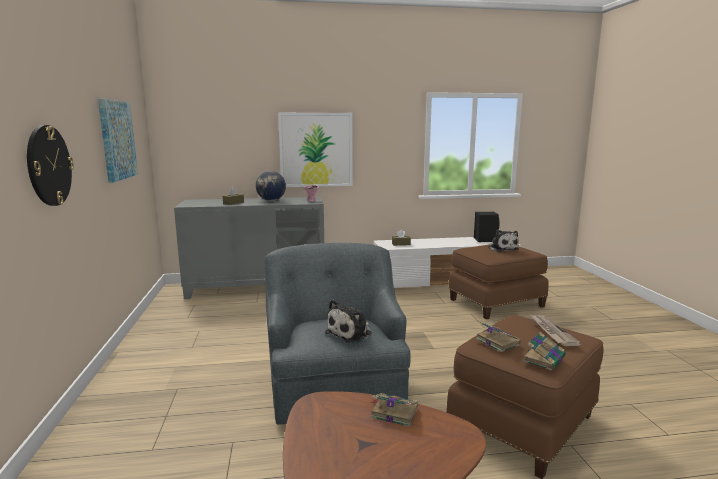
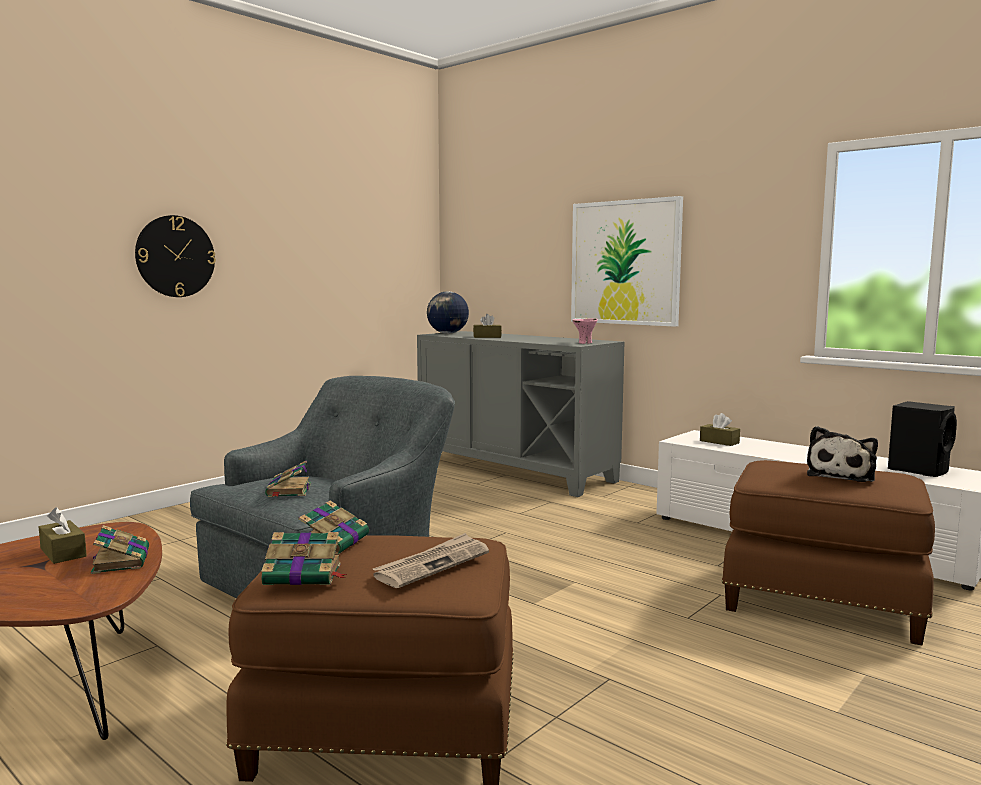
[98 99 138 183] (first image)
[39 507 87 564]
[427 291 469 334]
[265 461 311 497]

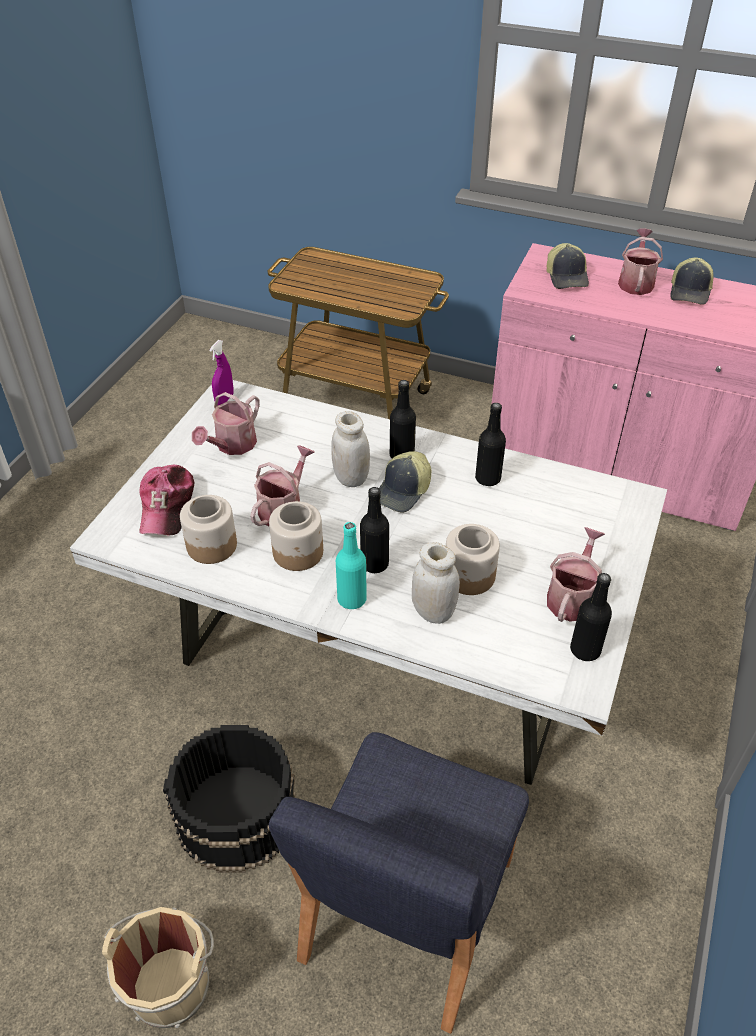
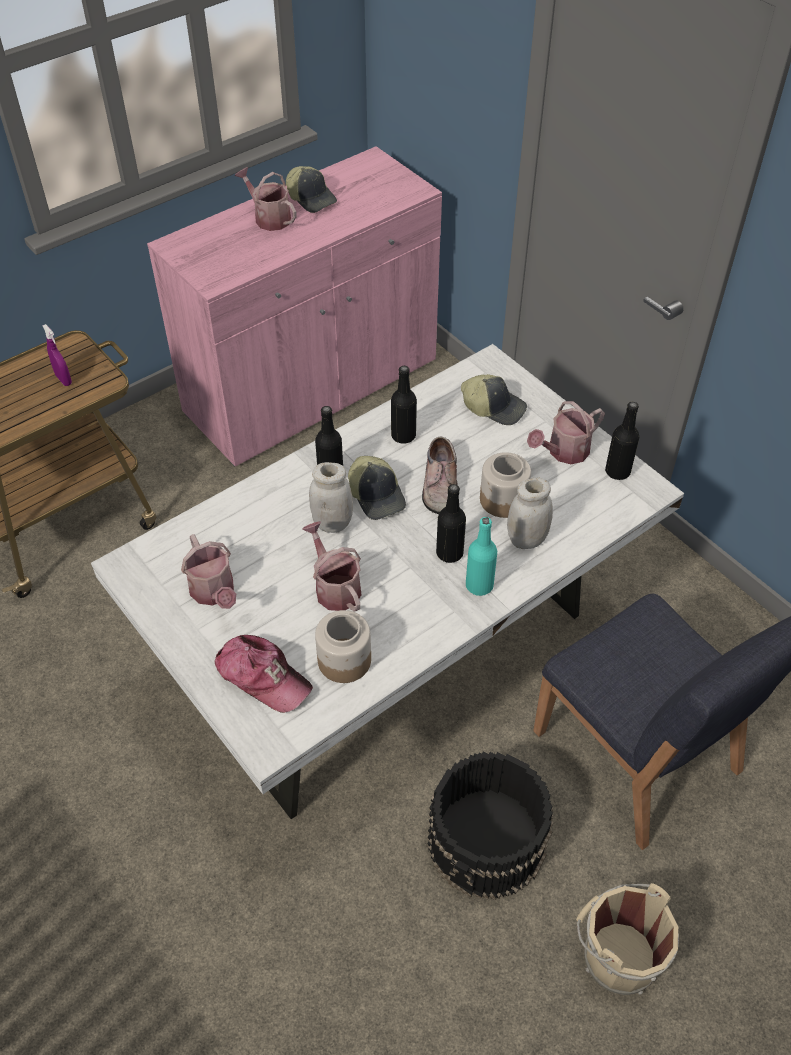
[269 501 323 571] (first image)
[422 437 457 514]
[42 324 72 386]
[461 374 527 425]
[527 401 605 464]

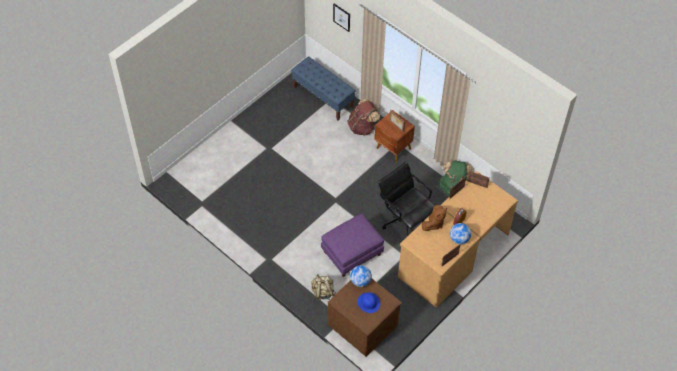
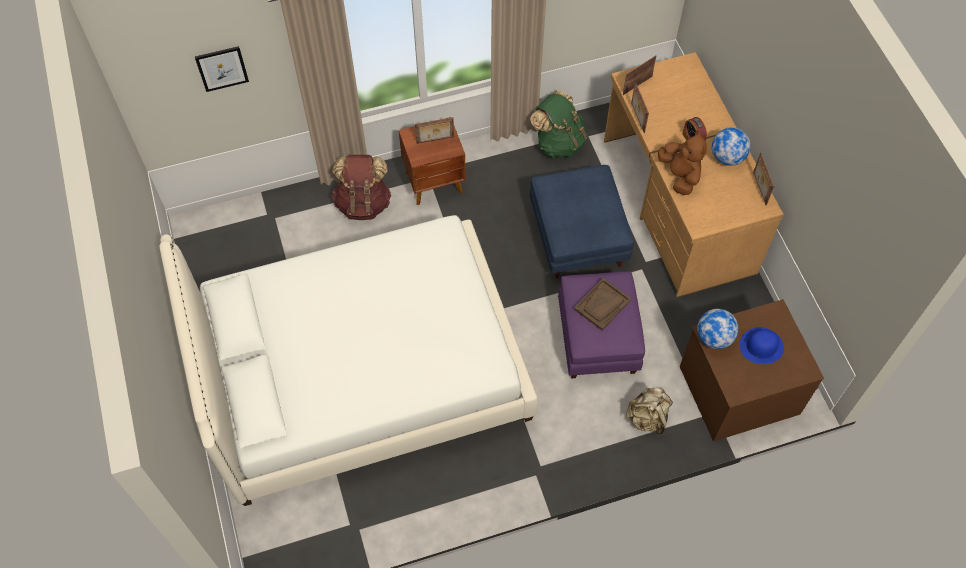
[291 56 356 121] (first image)
[159 215 538 506]
[574 278 631 331]
[530 165 634 279]

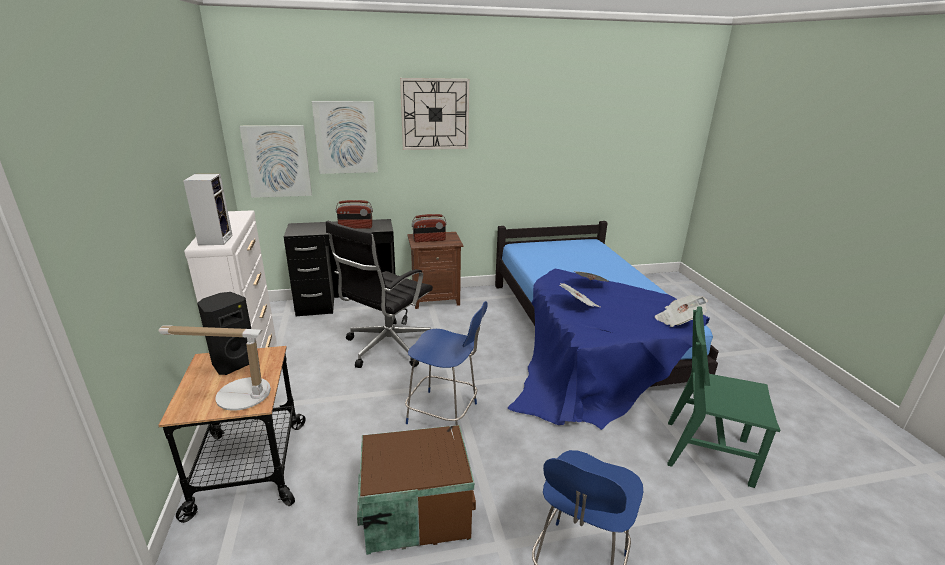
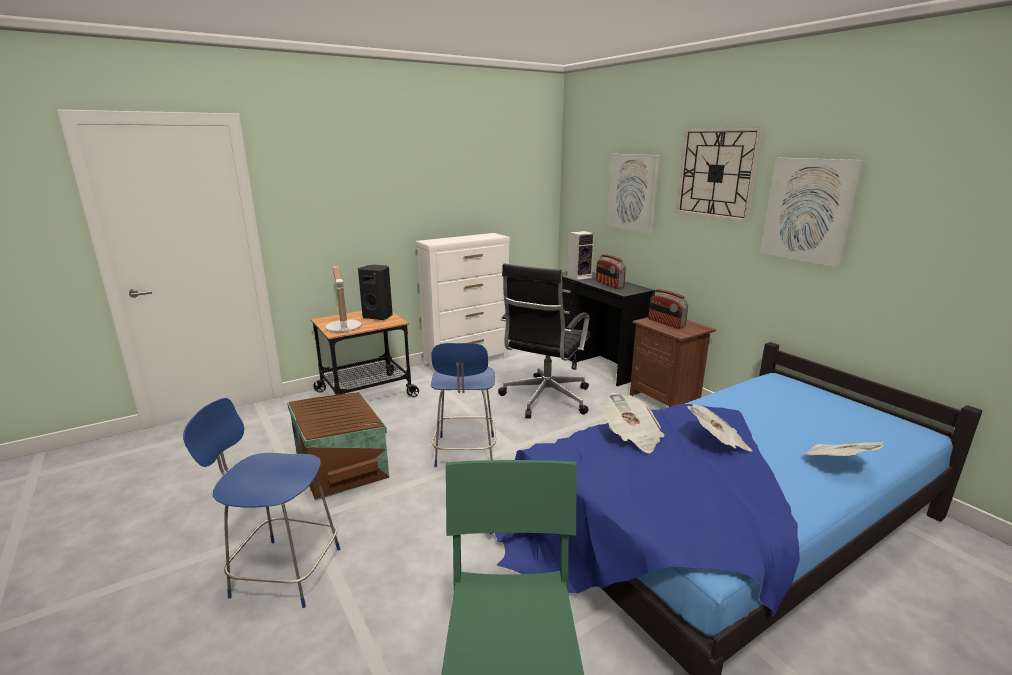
[568 231 595 280]
[760 158 865 267]
[801 442 884 456]
[498 264 591 418]

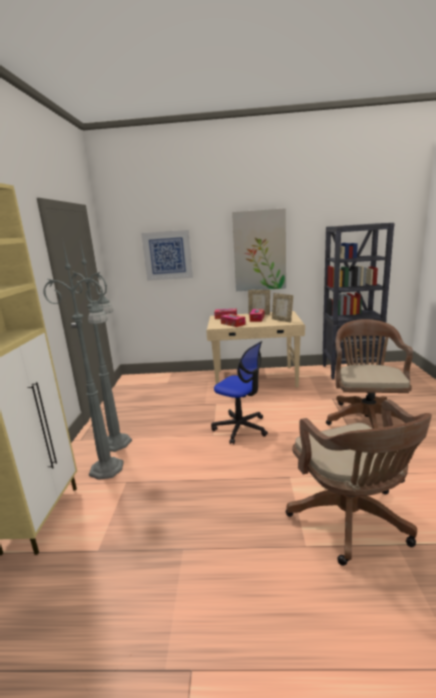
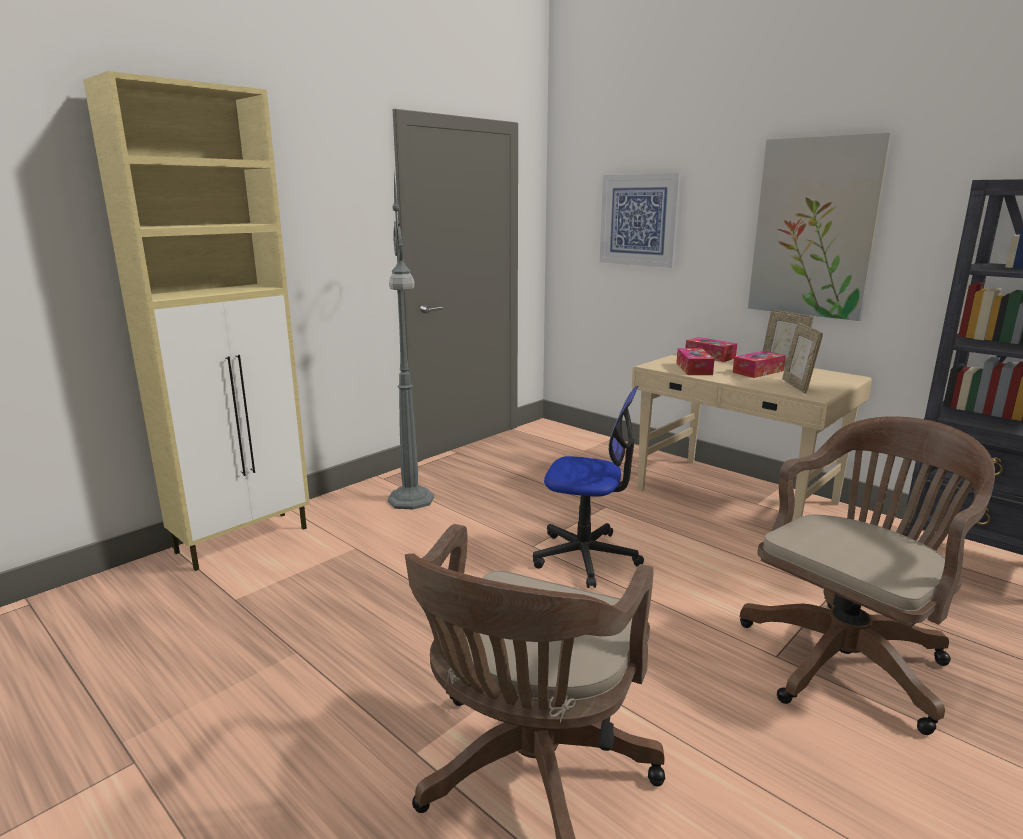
[43 238 124 480] (first image)
[533 386 644 588]

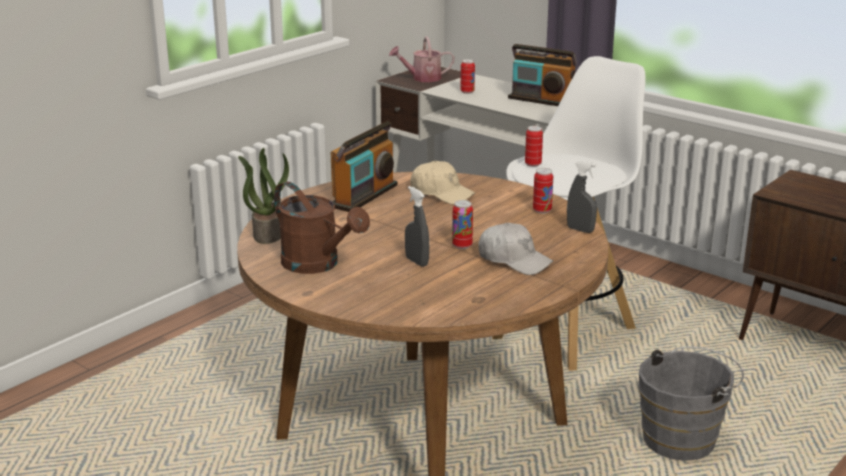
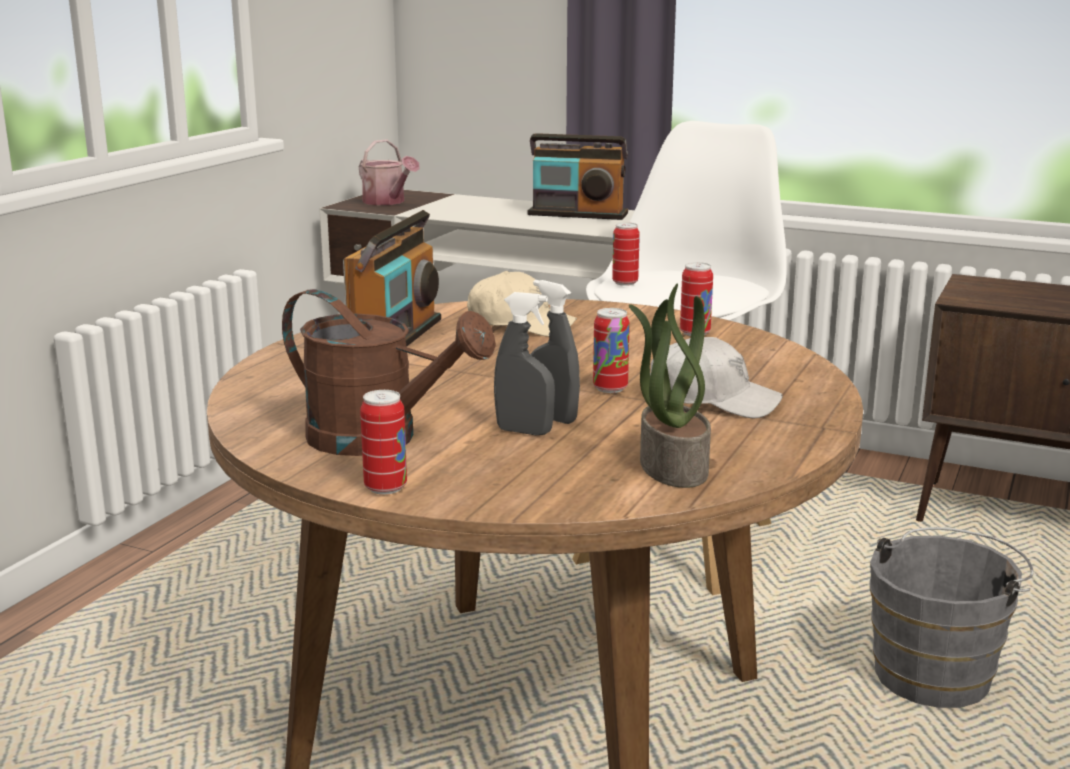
[629 283 711 488]
[360 390 407 495]
[494 292 555 435]
[359 139 420 205]

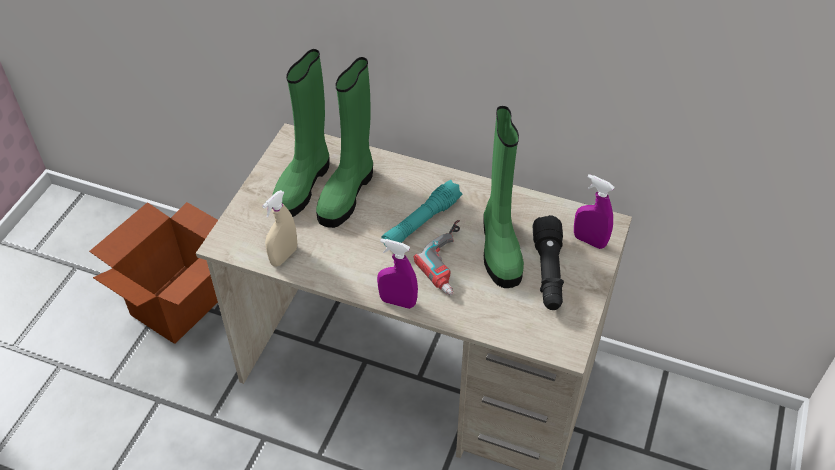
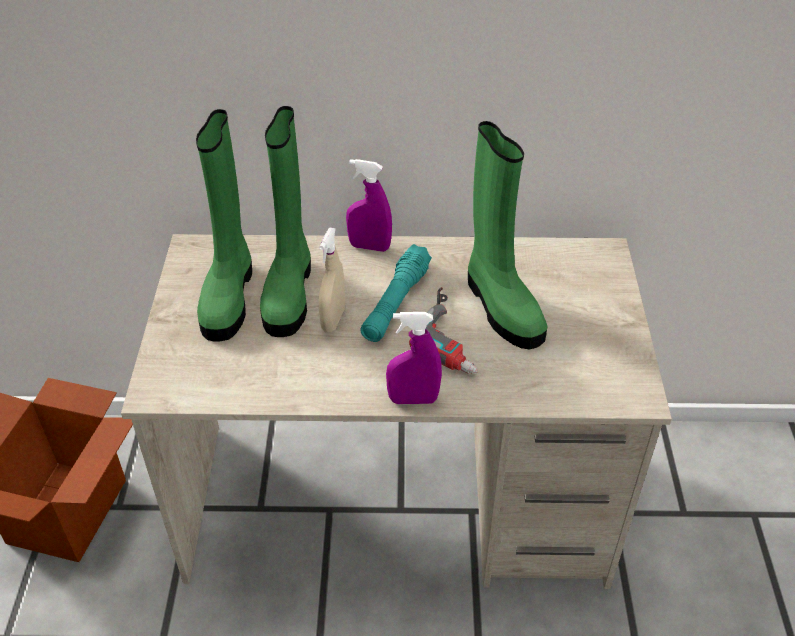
[532 215 564 310] (first image)
[318 227 345 332]
[346 159 392 252]

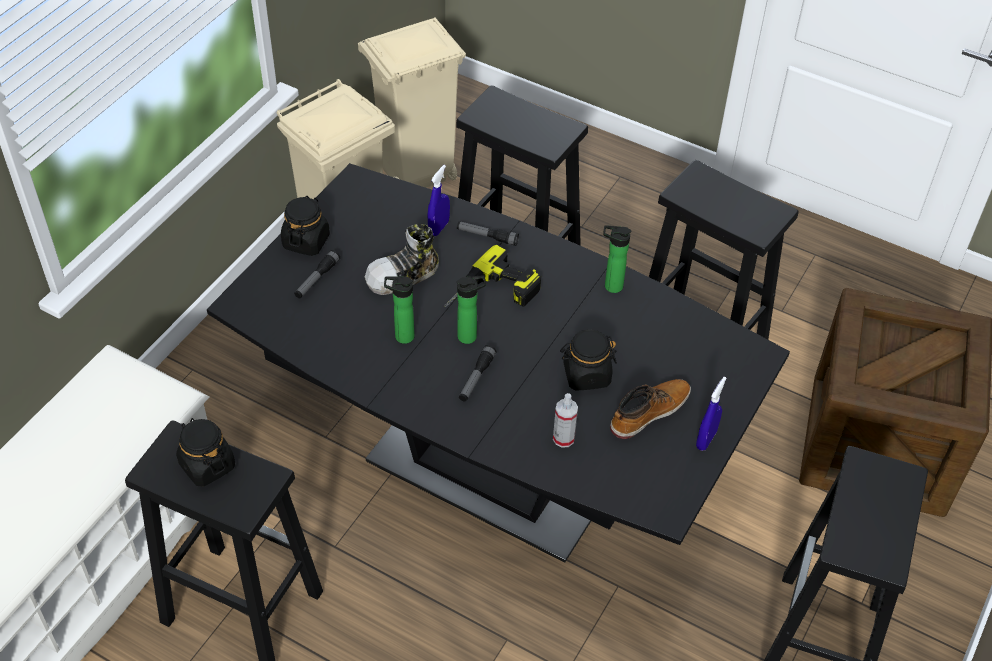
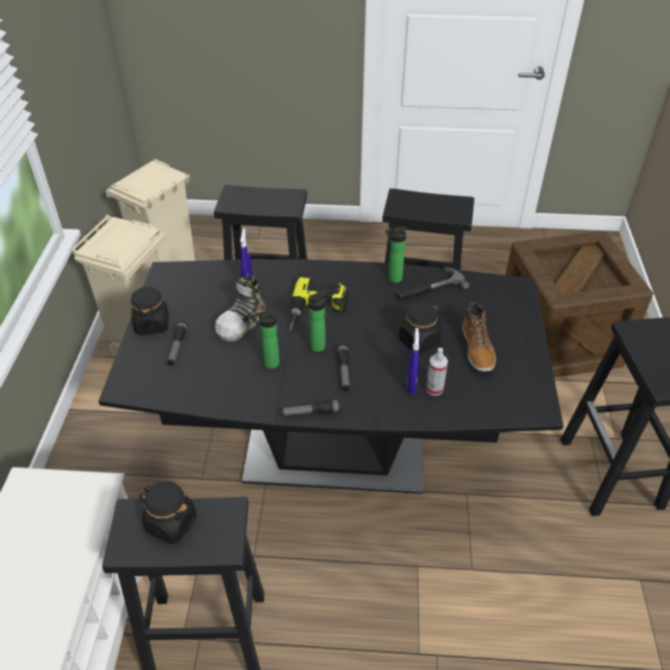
[396 267 469 300]
[281 400 341 416]
[407 328 419 394]
[462 303 496 372]

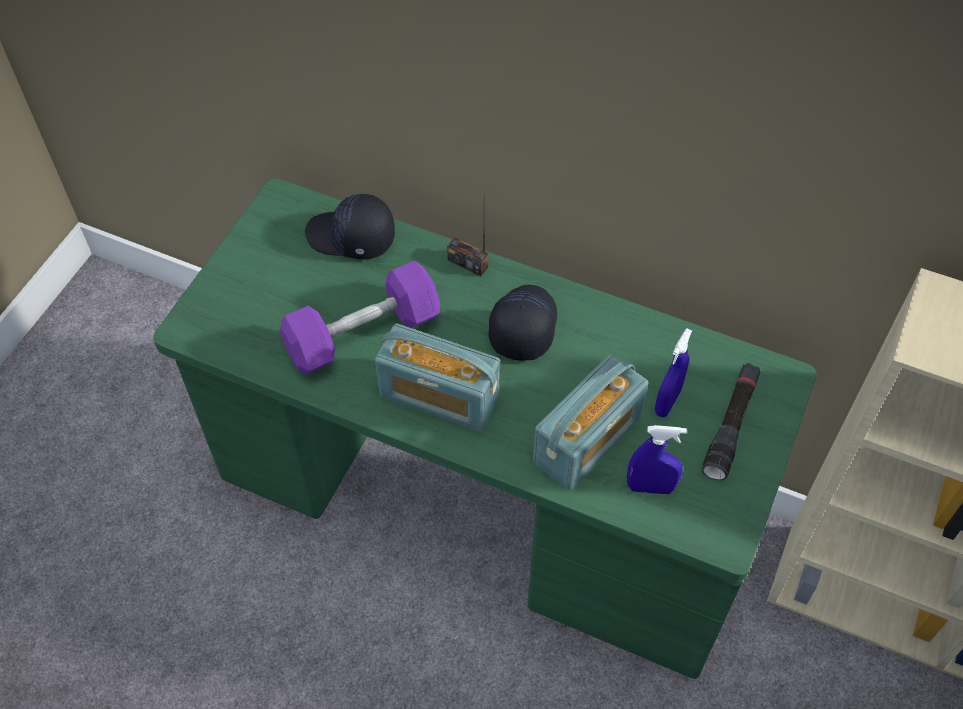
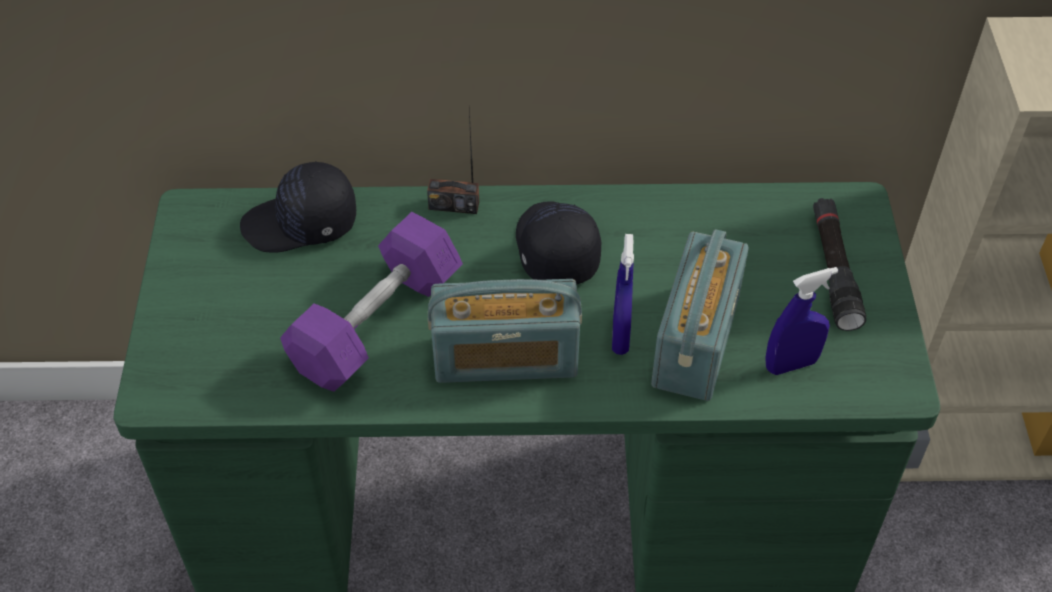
[612 234 634 355]

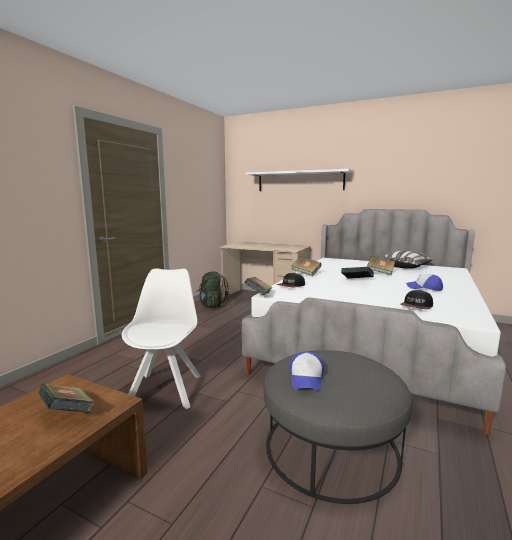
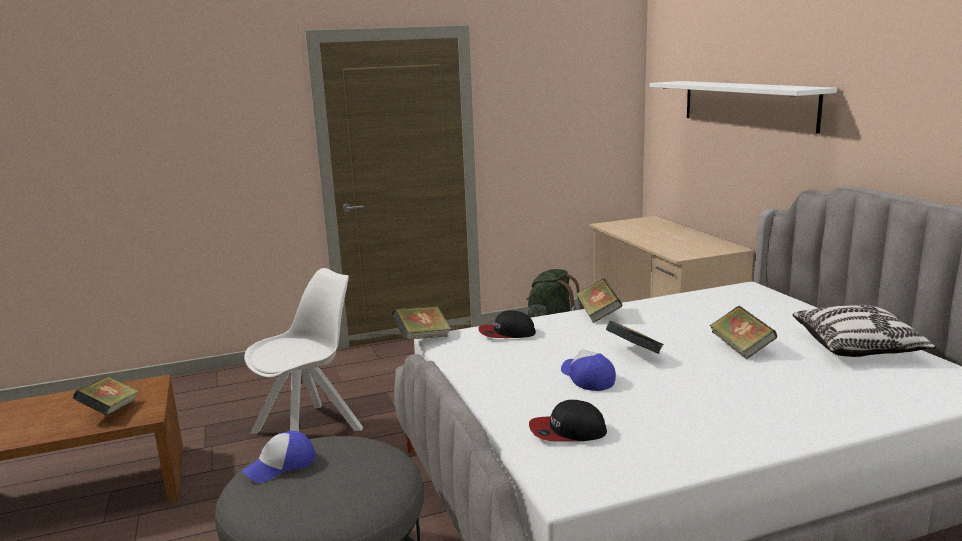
[561 349 616 391]

